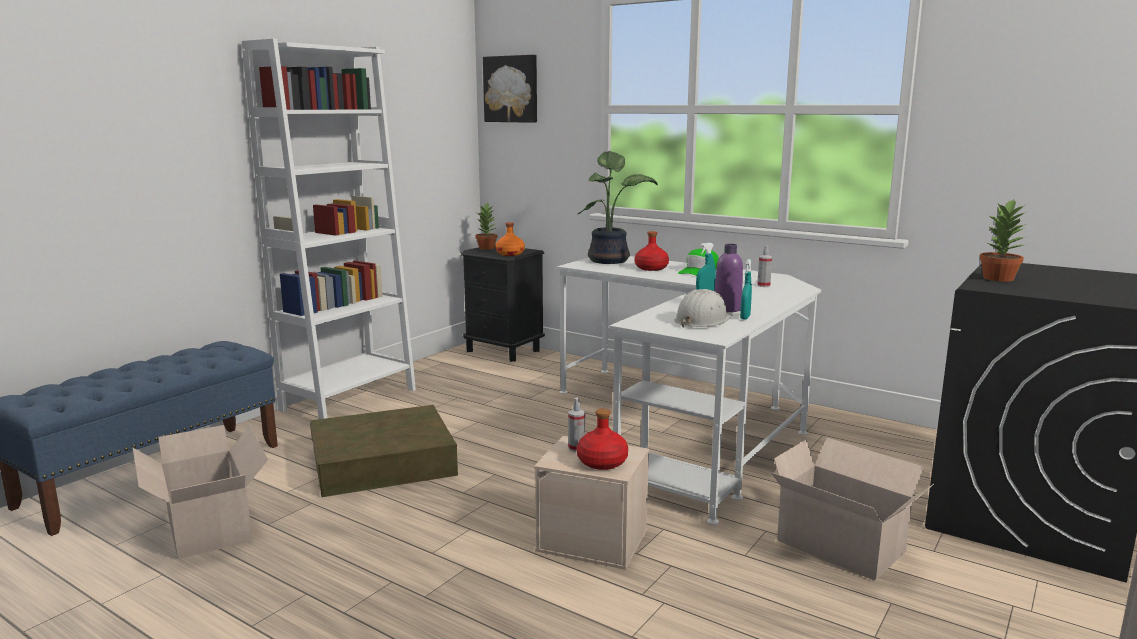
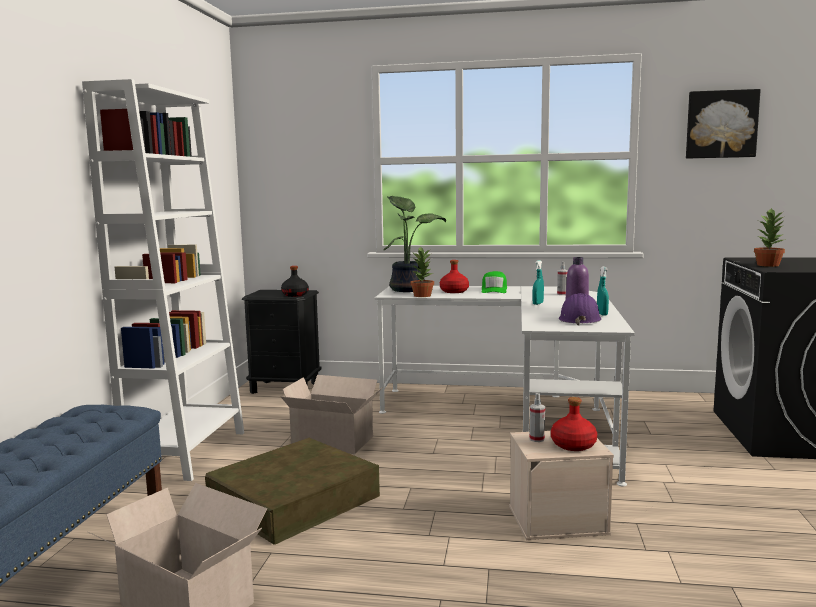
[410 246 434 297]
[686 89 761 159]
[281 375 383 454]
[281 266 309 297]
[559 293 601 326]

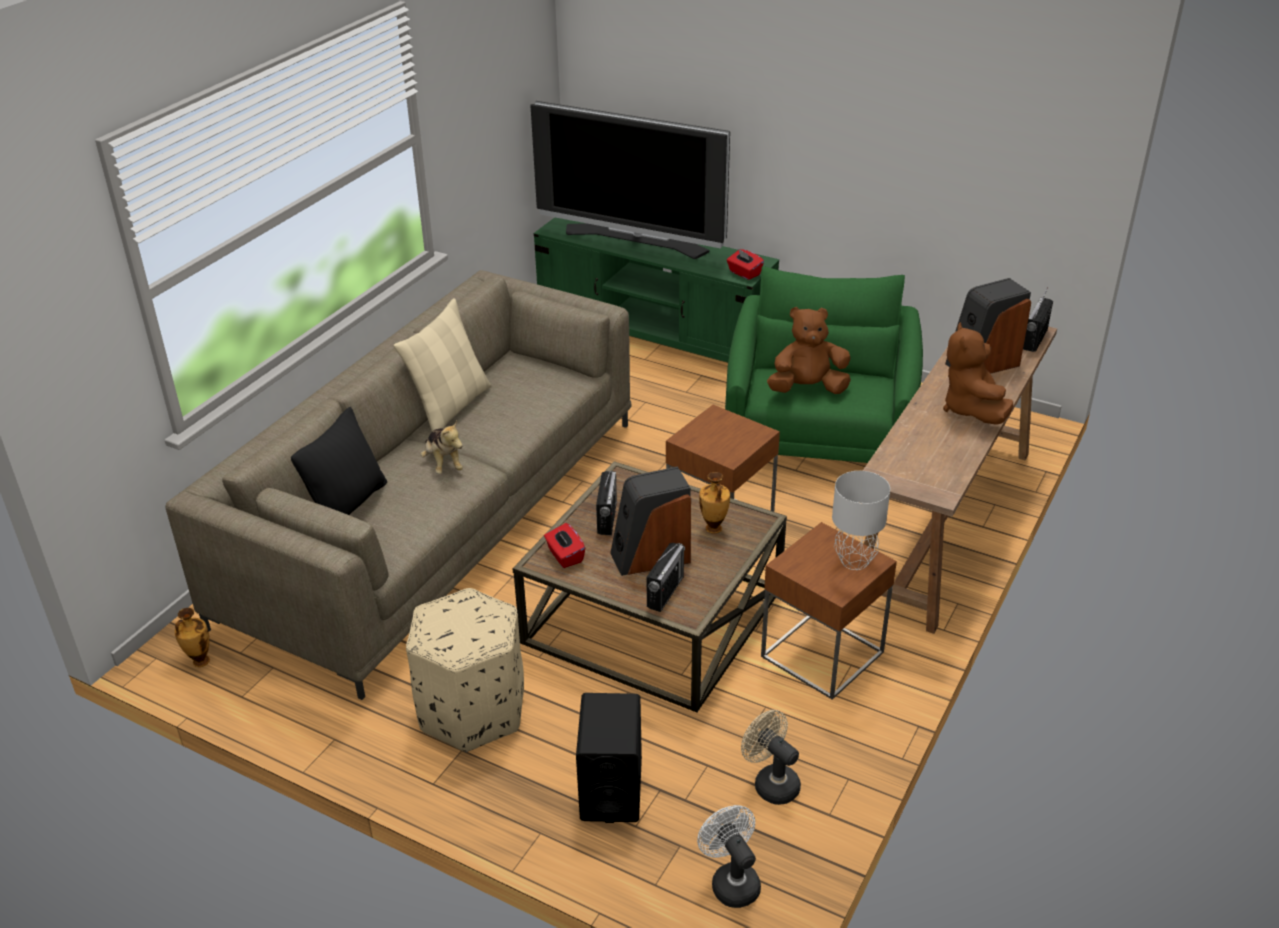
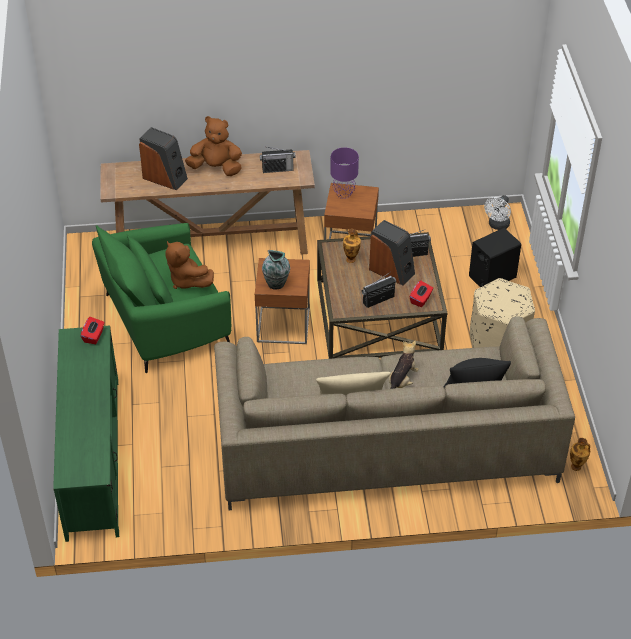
[530 101 730 259] (first image)
[741 710 801 805] (first image)
[262 250 290 290]
[260 147 296 173]
[330 148 359 199]
[185 116 242 176]

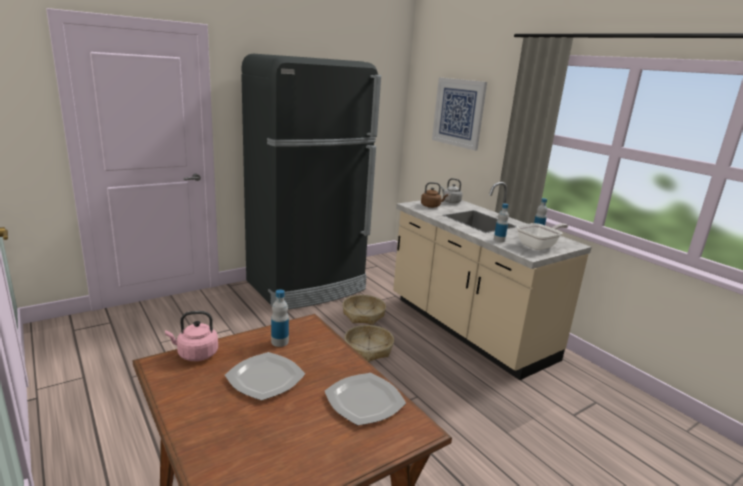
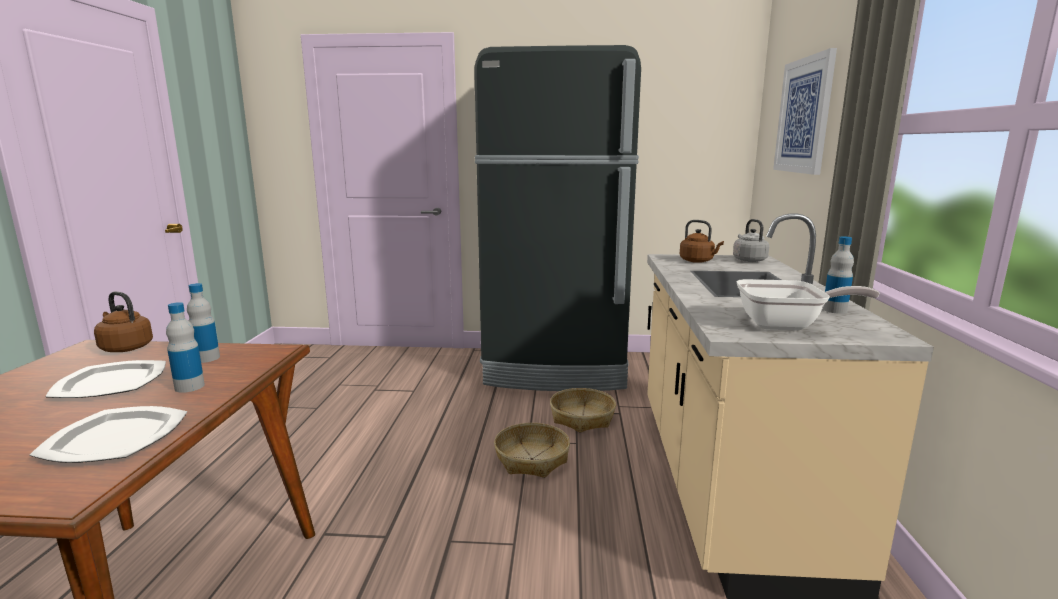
[166 302 205 393]
[94 292 153 352]

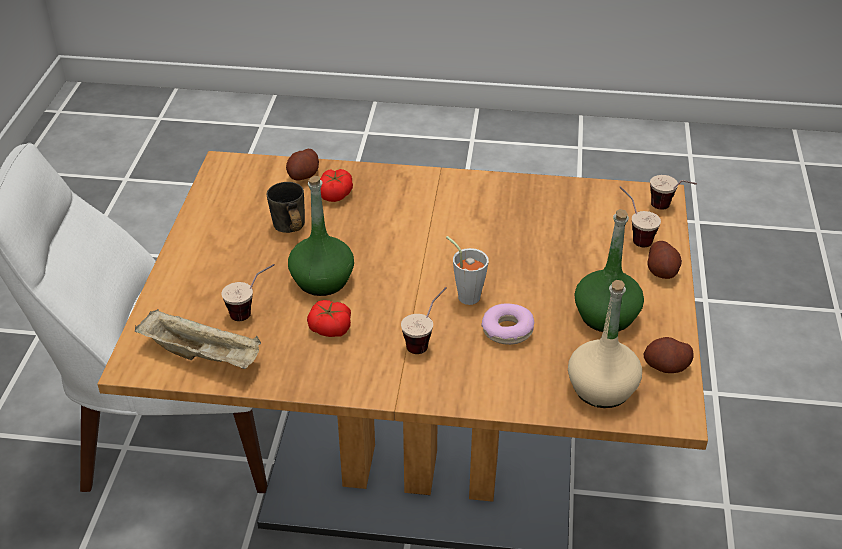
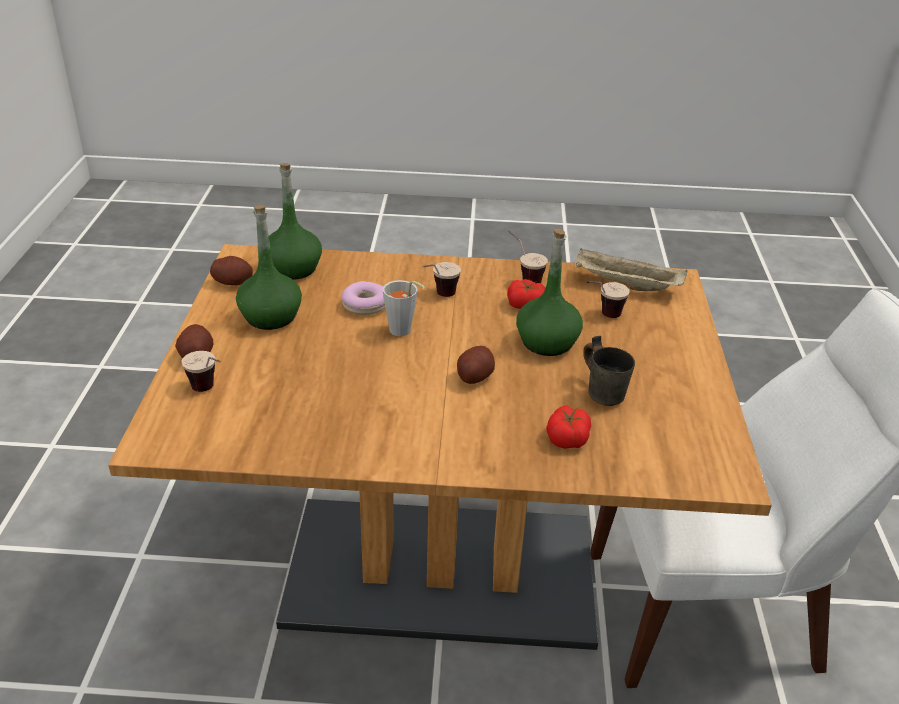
[457 346 495 384]
[508 230 548 283]
[269 163 322 280]

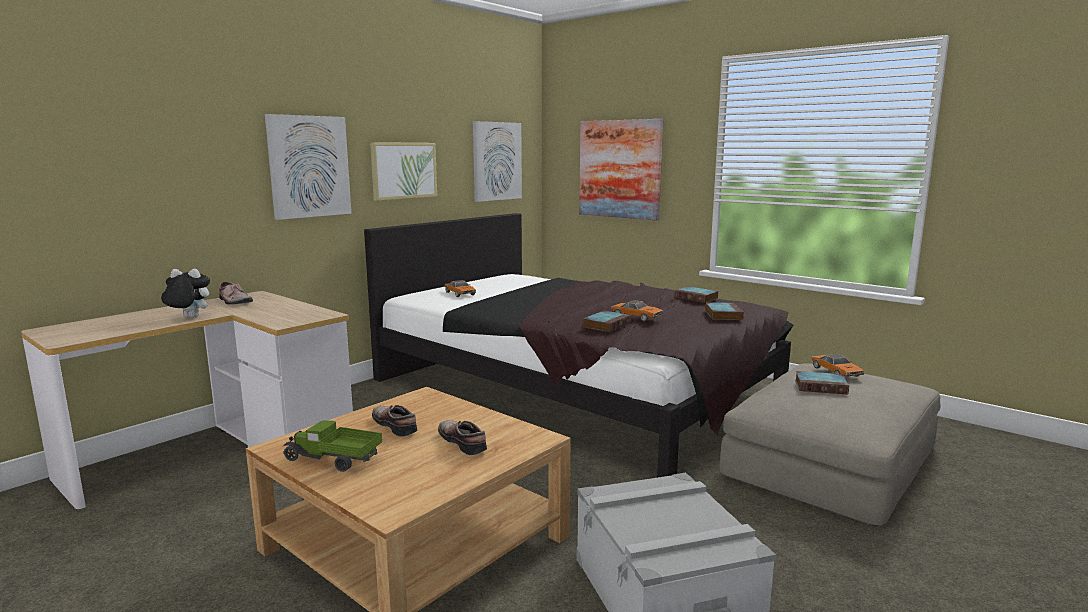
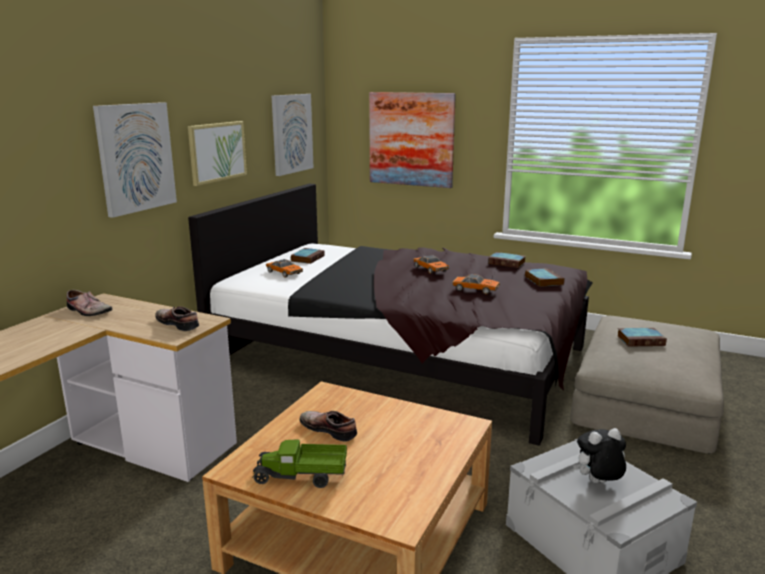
[573 428 626 483]
[155 306 199 331]
[291 248 325 264]
[413 255 449 274]

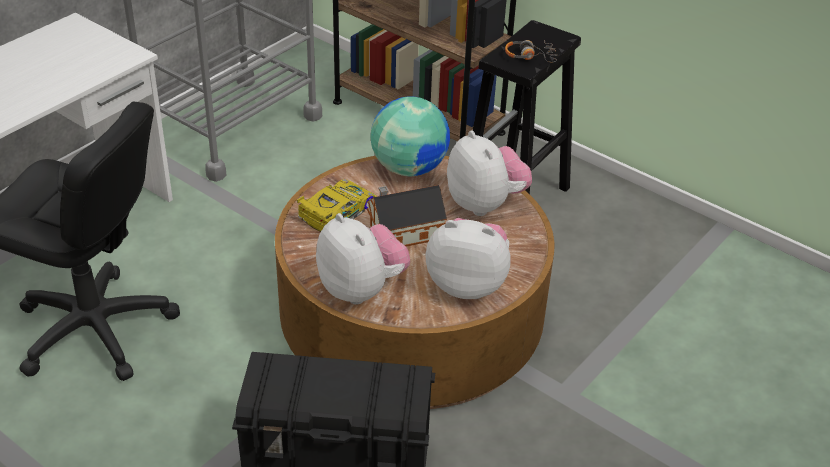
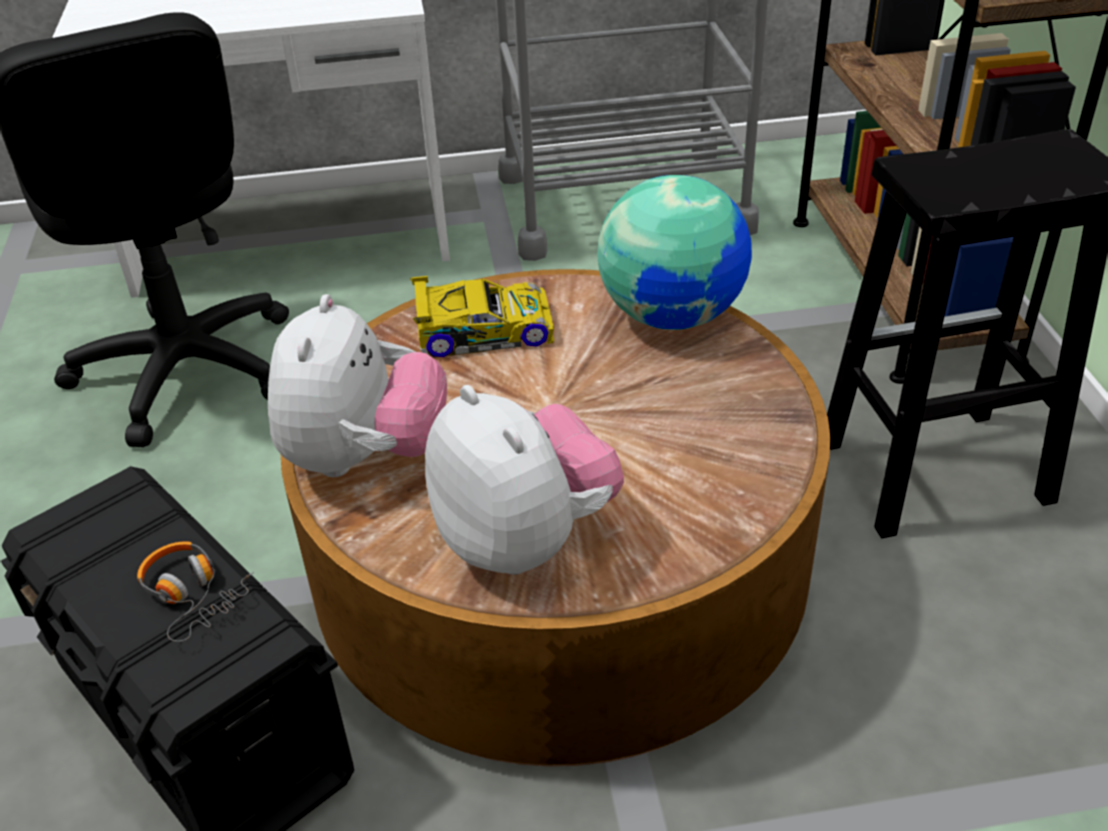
[366 185 447 247] (first image)
[447 130 532 216] (first image)
[137 541 254 642]

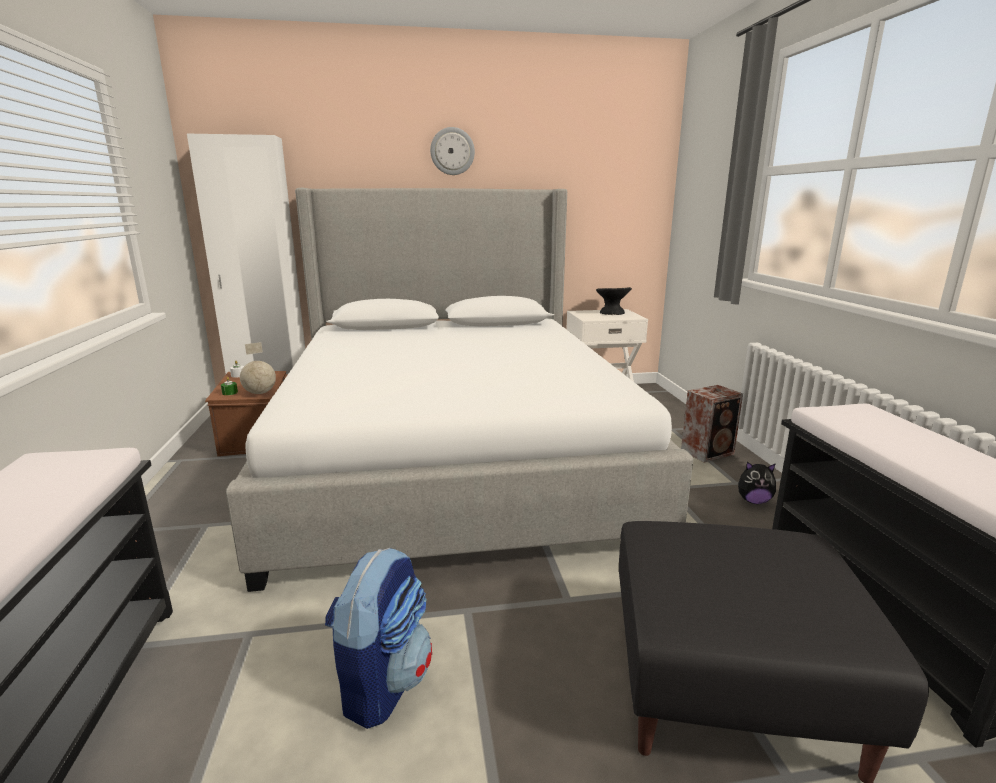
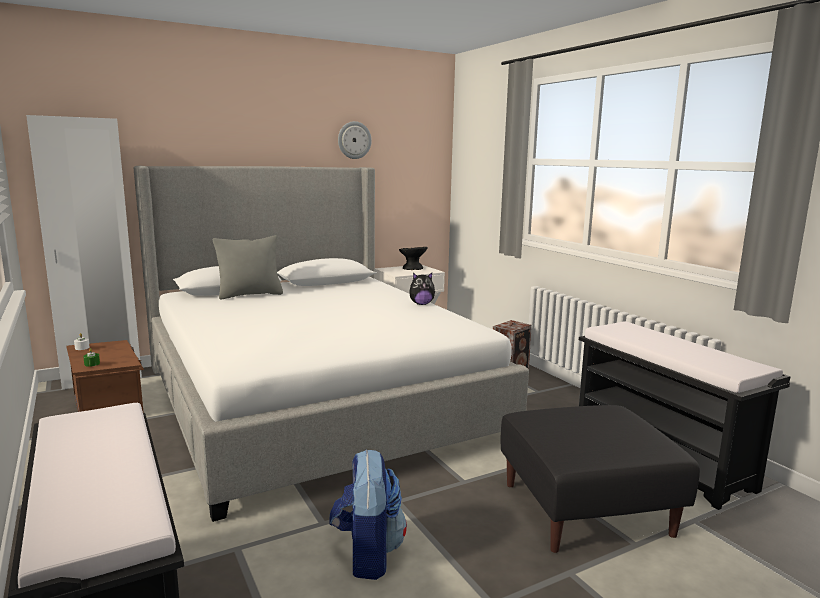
[240 342 276 394] (first image)
[213 235 283 299]
[338 121 372 159]
[409 273 435 305]

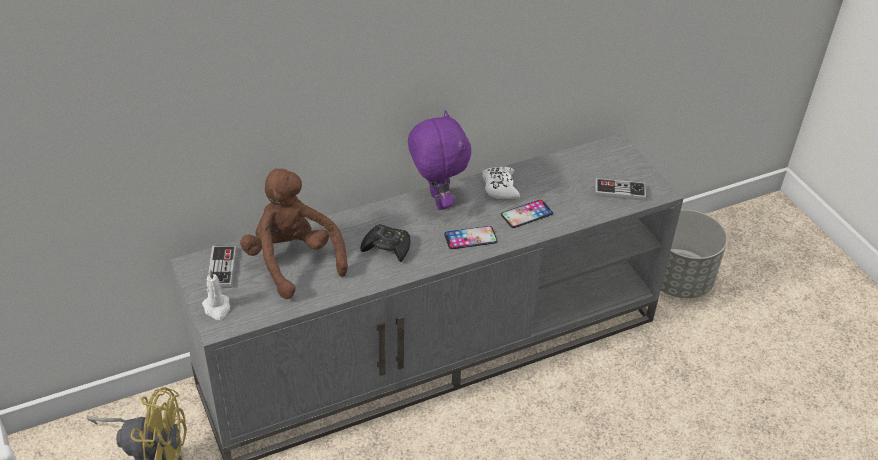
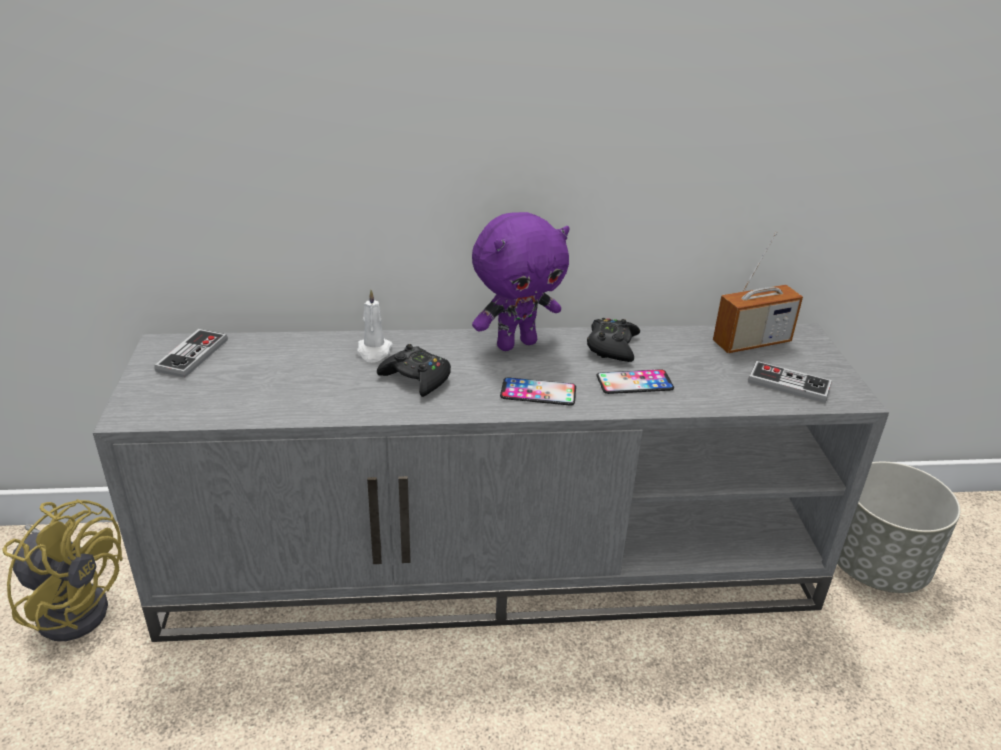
[240 169 348 299] (first image)
[713 232 803 353]
[357 290 393 363]
[587 318 640 362]
[472 212 570 351]

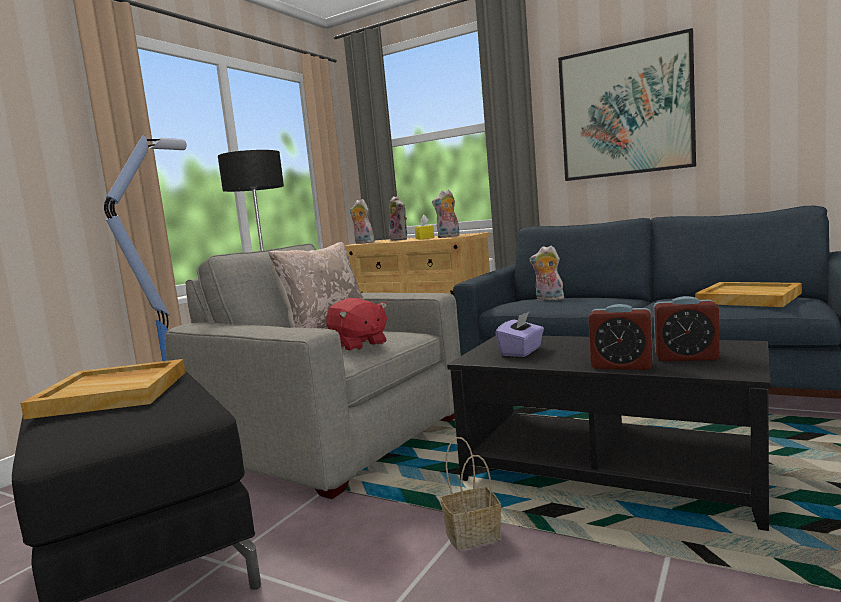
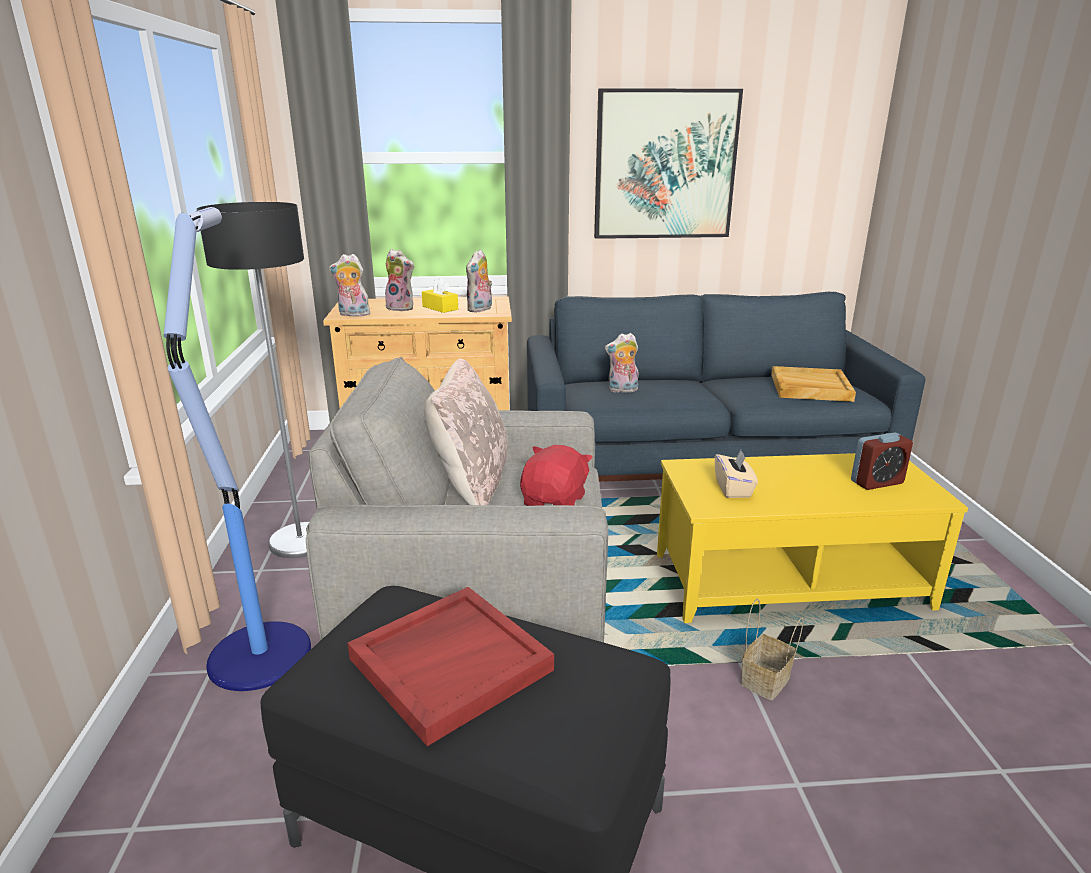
[588 304 653 370] (first image)
[348 587 554 746]
[657 453 968 623]
[715 450 758 498]
[520 445 593 506]

